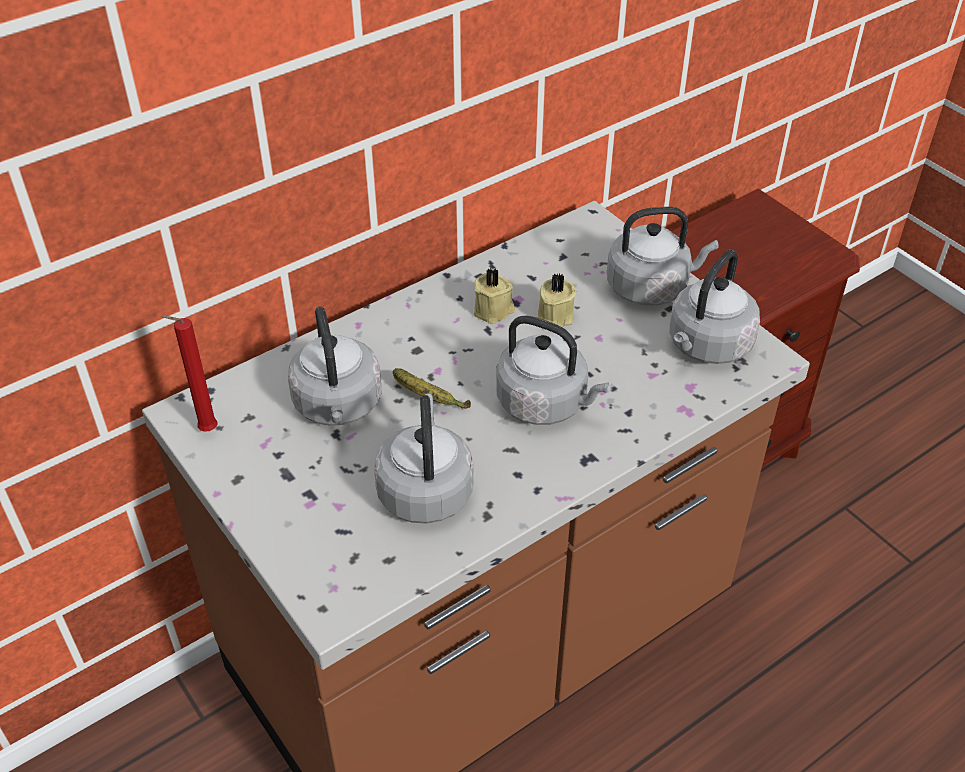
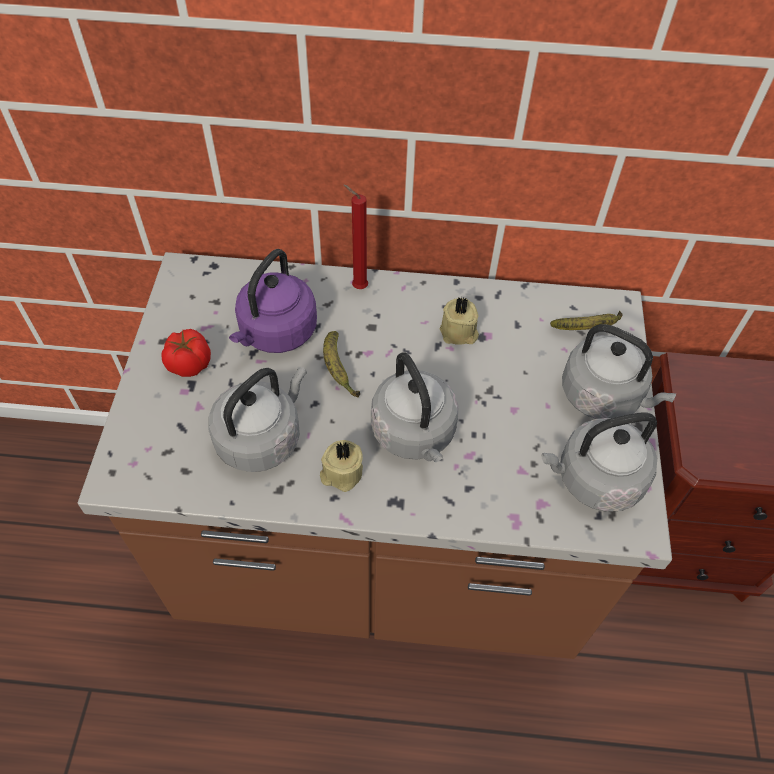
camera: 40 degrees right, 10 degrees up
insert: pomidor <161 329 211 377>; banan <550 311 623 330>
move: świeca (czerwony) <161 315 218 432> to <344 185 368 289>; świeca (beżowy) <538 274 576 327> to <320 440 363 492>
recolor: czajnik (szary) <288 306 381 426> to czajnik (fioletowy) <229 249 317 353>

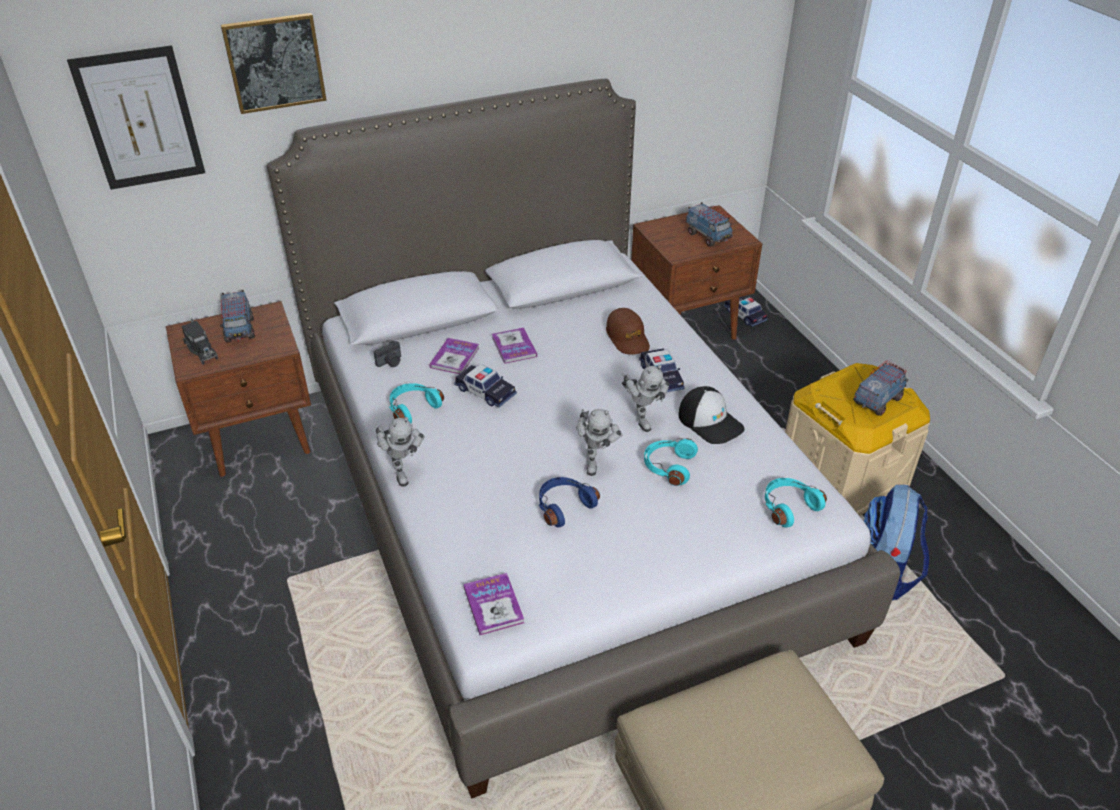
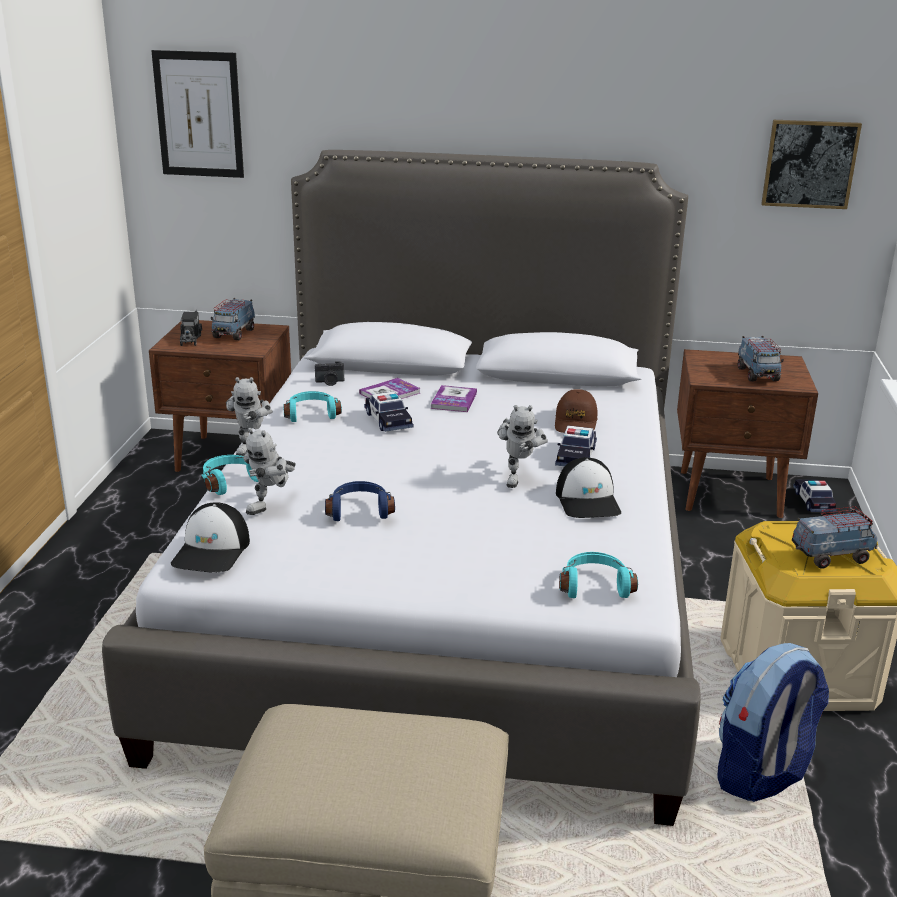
camera: 30 degrees right, 15 degrees down
move: obraz <221 13 327 114> to <761 120 862 209>; robot zabawkowy <576 409 623 476> to <243 428 296 515>; słuchawki (turkusowy) <644 438 698 486> to <201 455 259 495>
replace: książka <464 573 524 635> to czapka z daszkiem <171 502 250 573>

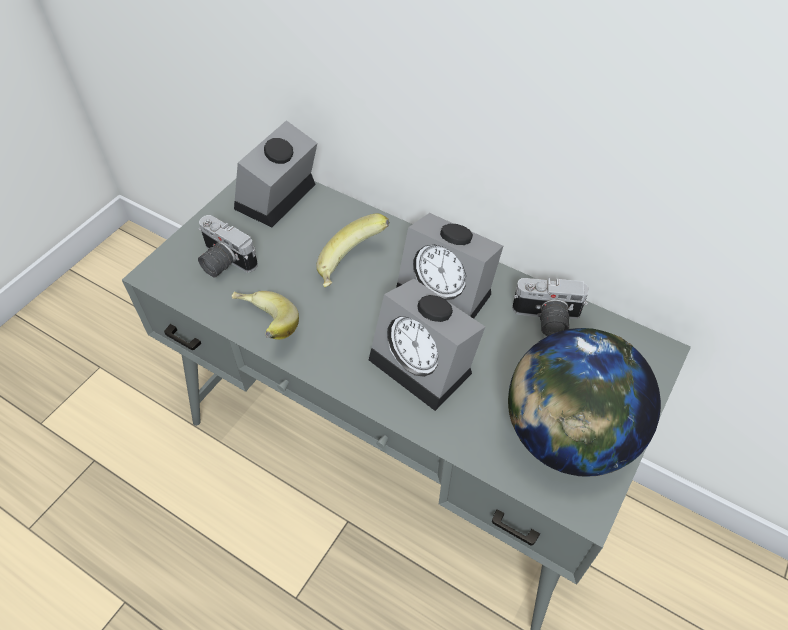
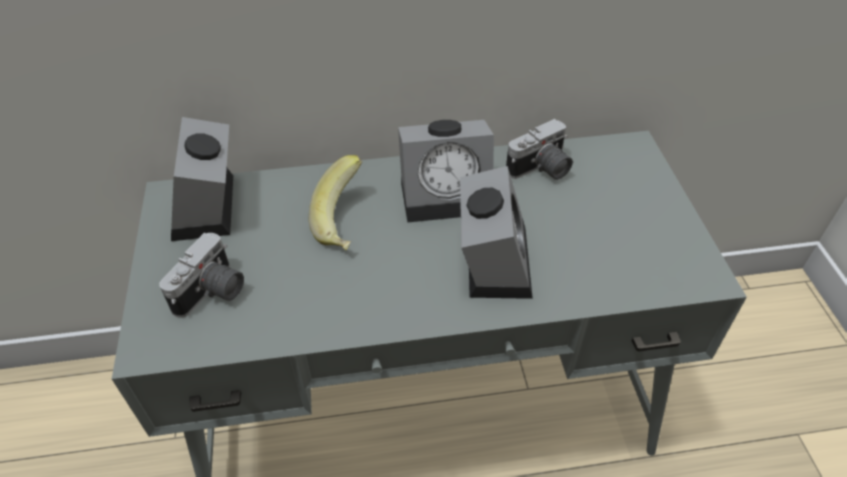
camera: 40 degrees left, 5 degrees down
delete: banan <232 291 299 340>; globus <508 328 661 477>
rotate: aparat fotograficzny <198 215 258 278> = <159 233 244 318> 60 degrees counterclockwise; budzik <369 279 485 411> = <460 166 533 299> 90 degrees counterclockwise

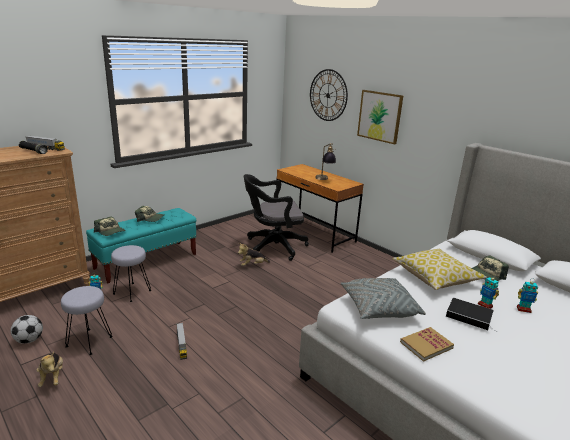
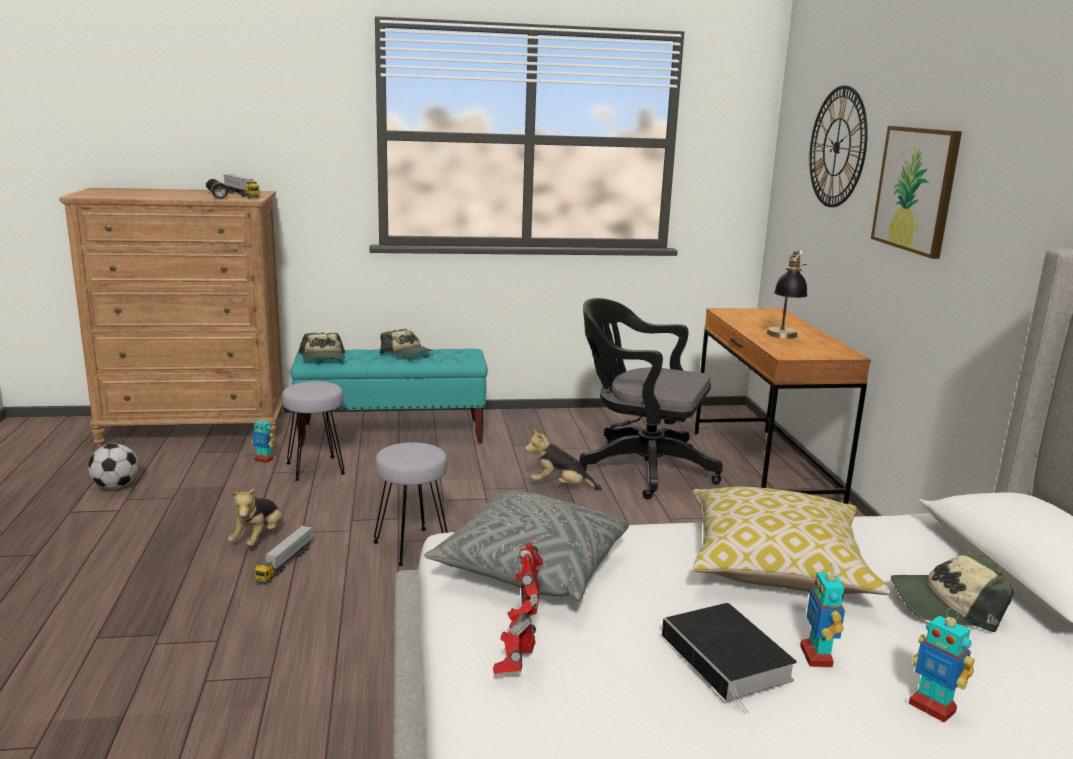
camera: 35 degrees right, 5 degrees down
move: pluszak <36 352 63 387> to <228 488 282 546>; stołek (szary) <61 286 113 355> to <373 442 448 566>
replace: książka <400 327 454 362> to robot zabawkowy <493 543 544 674>

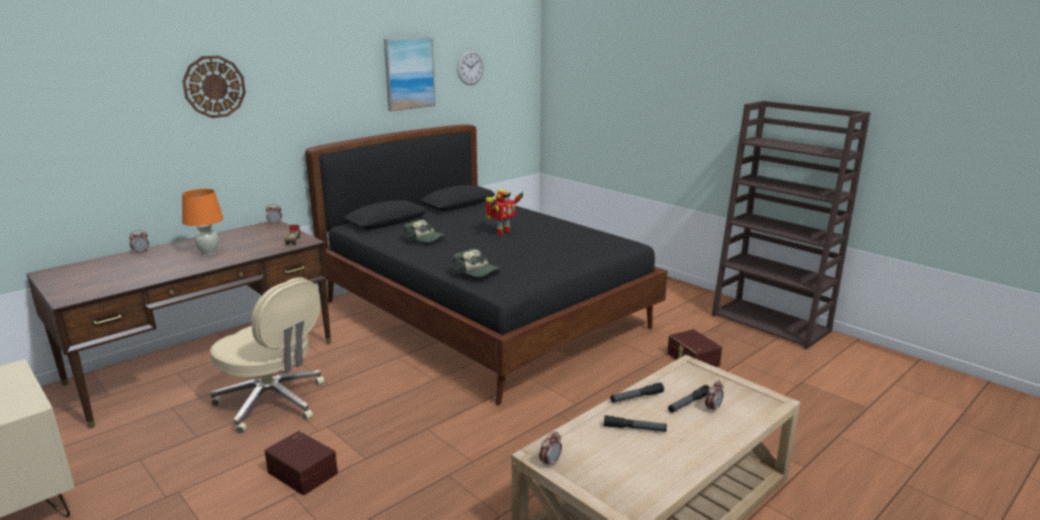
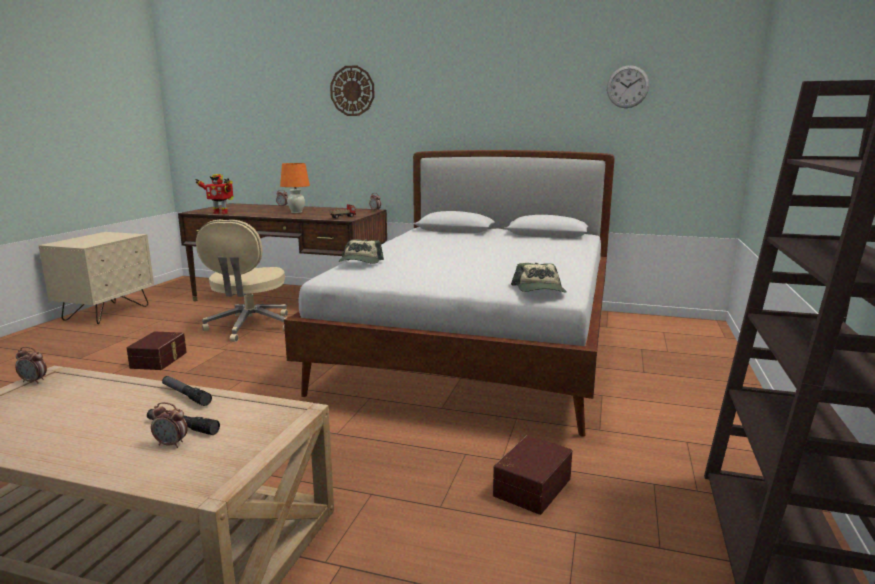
camera: 60 degrees right, 5 degrees down
delete: obraz <384 37 435 111>; latarka <604 415 667 432>
move: czapka z daszkiem <404 220 446 242> to <511 263 567 293>; robot zabawkowy <486 190 523 235> to <195 174 234 214>
recolor: łóżko (czarny) <305 124 668 405> to łóżko (biały) <284 150 615 437>

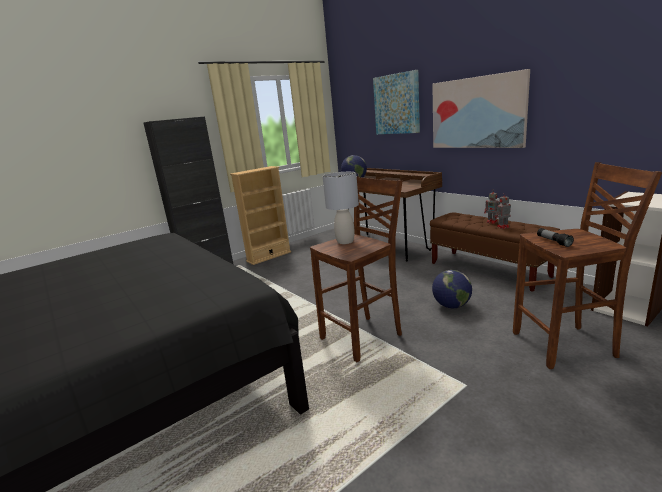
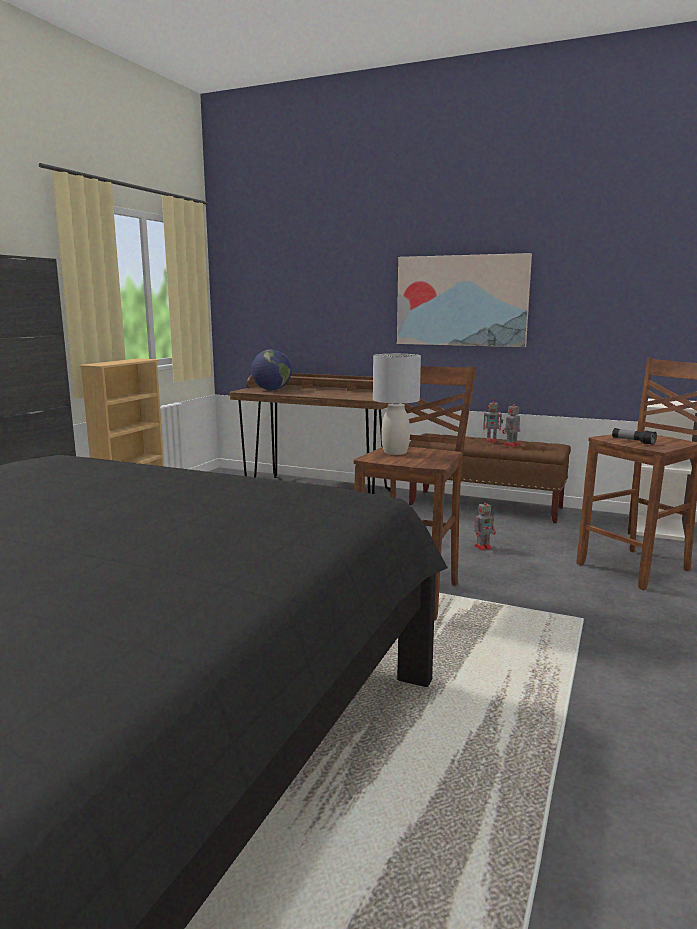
camera: 30 degrees left, 5 degrees down
delete: obraz <373 70 420 134>
replace: globus <432 270 472 308> to robot zabawkowy <474 498 496 551>

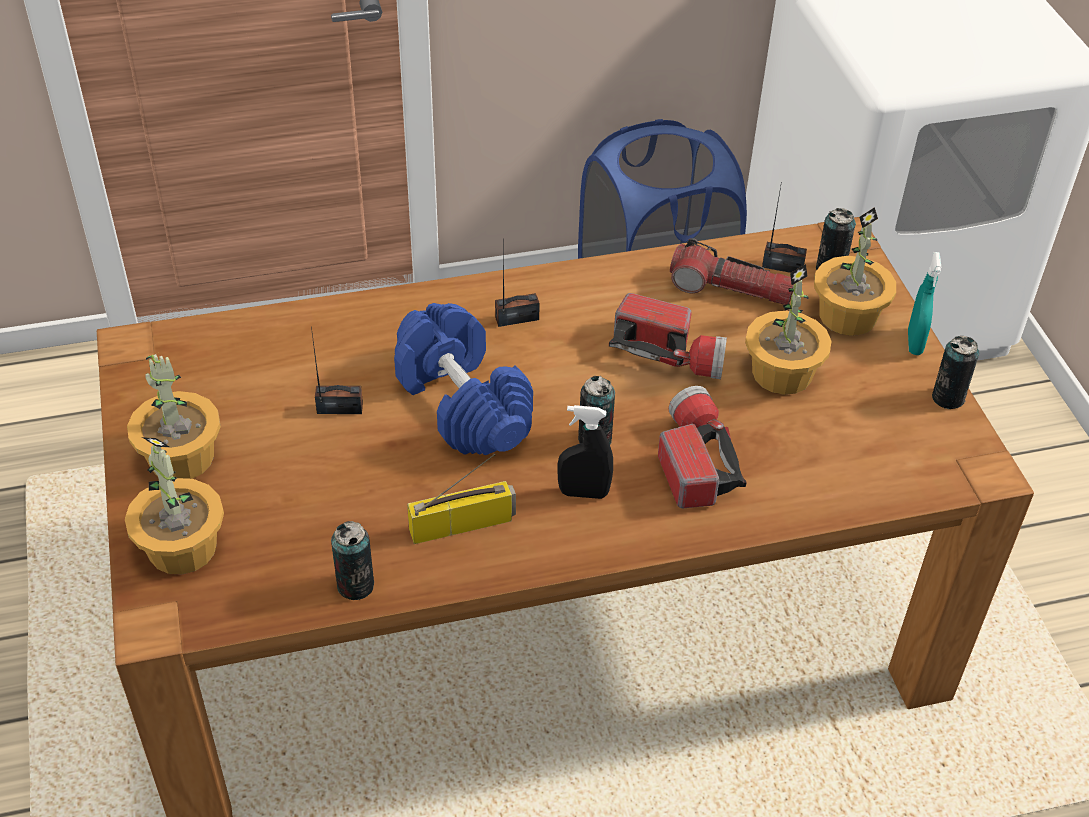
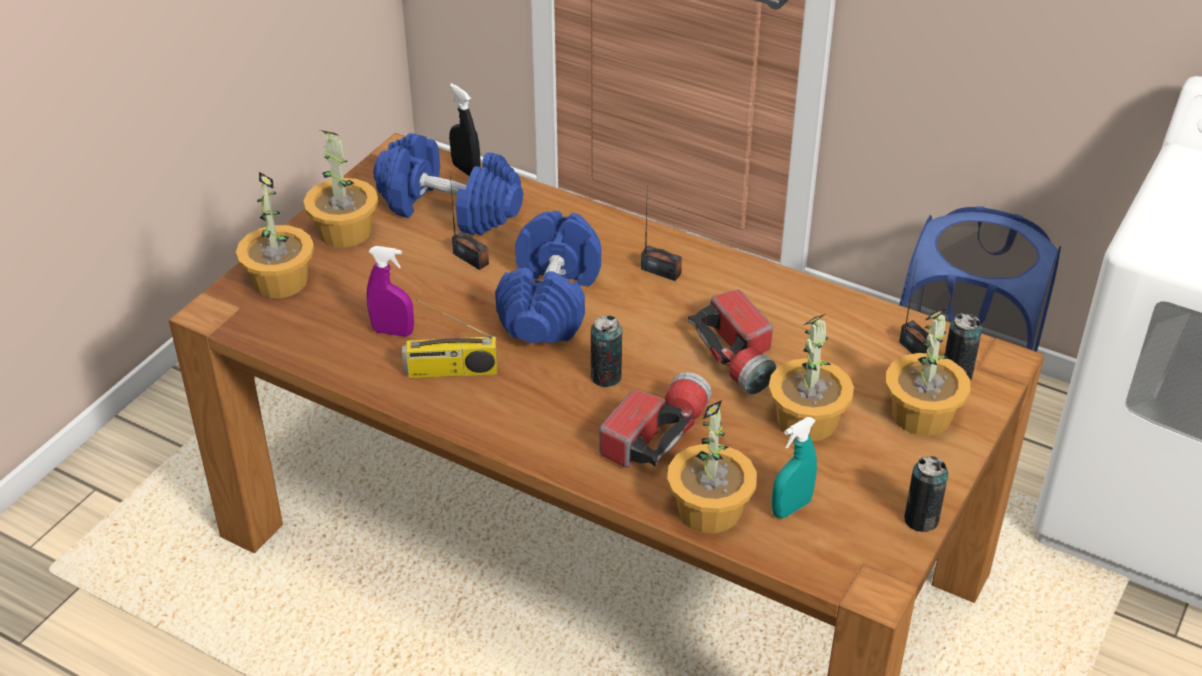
camera: 45 degrees right, 5 degrees down
delete: puszka <331 521 374 600>; latarka <670 238 794 305>
insert: spryskiwacz (fioletowy) <367 246 414 337>; hantel (niebieski) <373 133 523 235>; roślina doniczkowa <667 400 757 533>
move: spryskiwacz (czarny) <558 405 613 499> to <449 83 481 176>; spryskiwacz (turkusowy) <908 252 941 355> to <772 417 817 518>
rotate: radio <407 454 516 544> = <402 299 498 378> 150 degrees clockwise

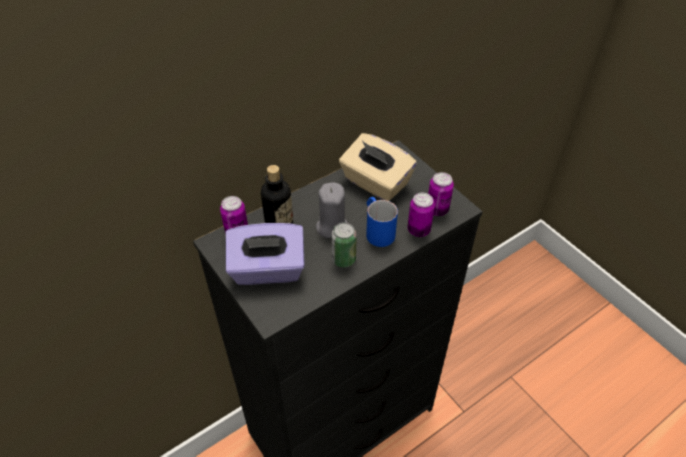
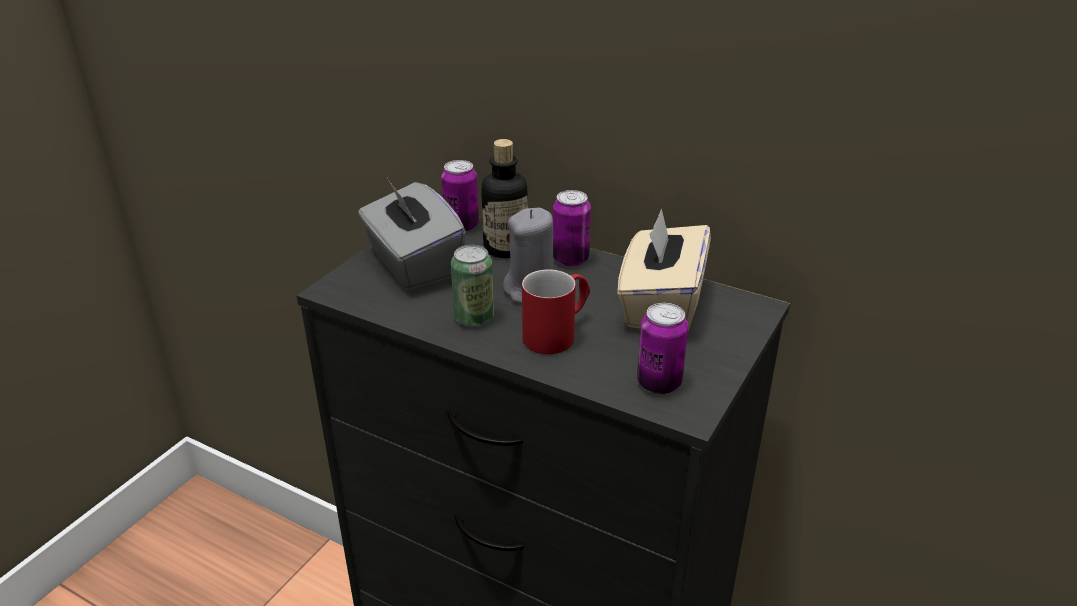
camera: 65 degrees right, 15 degrees down
move: puszka <407 193 435 237> to <553 190 591 267>
recolor: pudełko chusteczek (fioletowy) <226 223 305 285> to pudełko chusteczek (szary) <358 178 466 290>; kubek (niebieski) <366 197 398 247> to kubek (czerwony) <522 269 590 354>

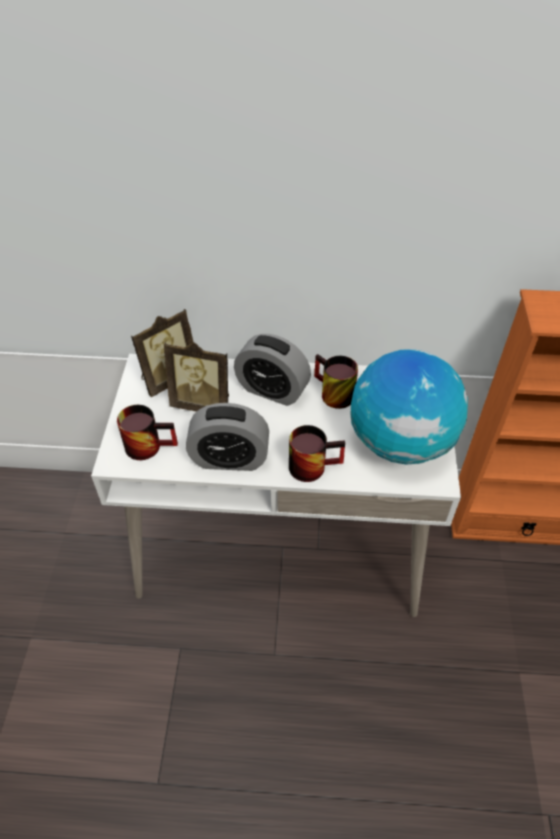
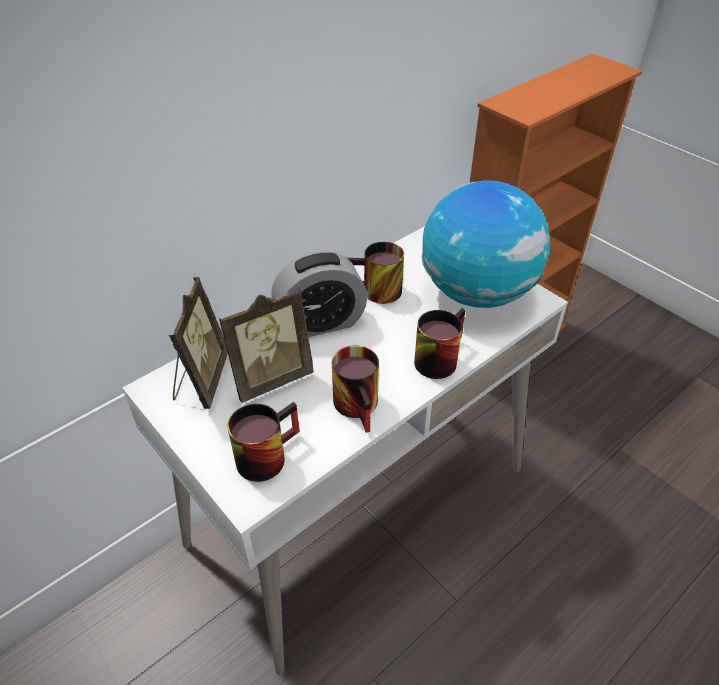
camera: 45 degrees left, 5 degrees down
replace: budzik <186 403 269 471> to kubek <332 345 379 433>

